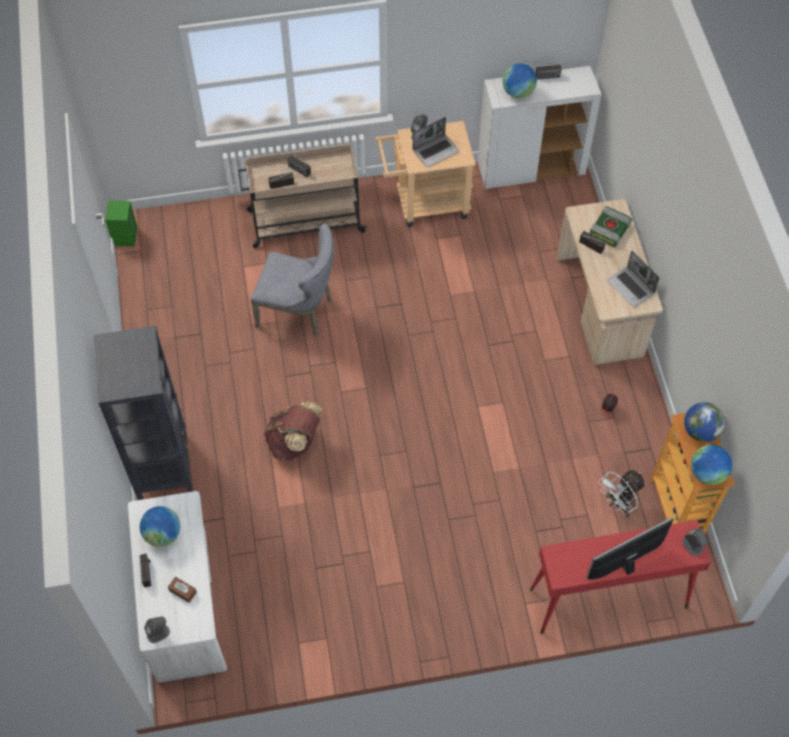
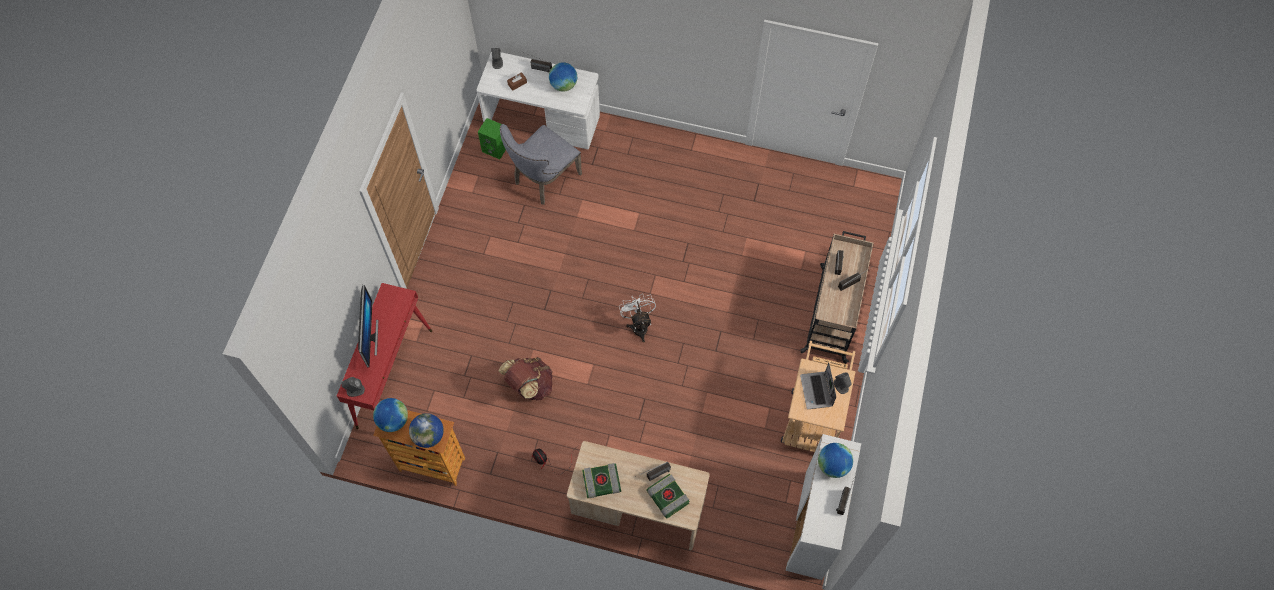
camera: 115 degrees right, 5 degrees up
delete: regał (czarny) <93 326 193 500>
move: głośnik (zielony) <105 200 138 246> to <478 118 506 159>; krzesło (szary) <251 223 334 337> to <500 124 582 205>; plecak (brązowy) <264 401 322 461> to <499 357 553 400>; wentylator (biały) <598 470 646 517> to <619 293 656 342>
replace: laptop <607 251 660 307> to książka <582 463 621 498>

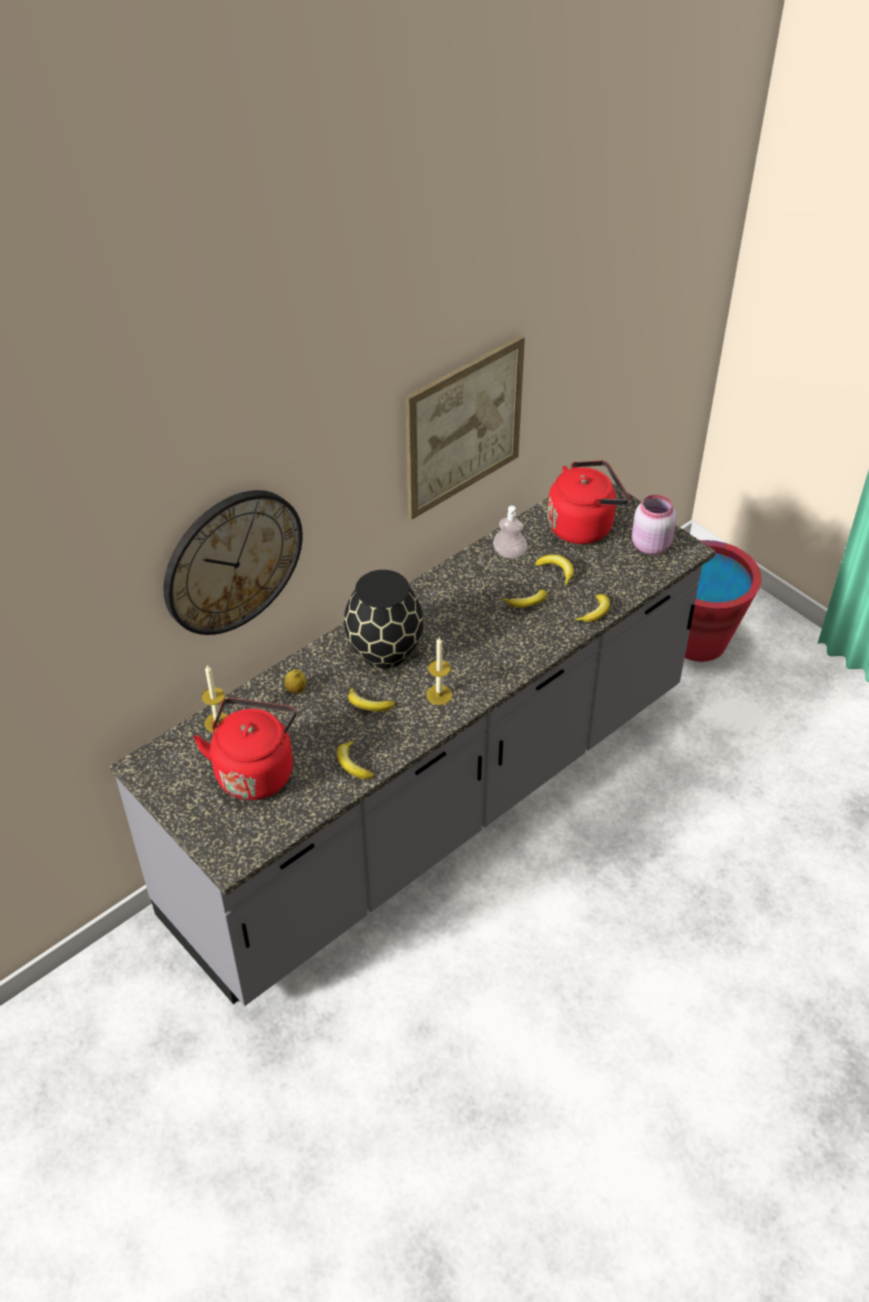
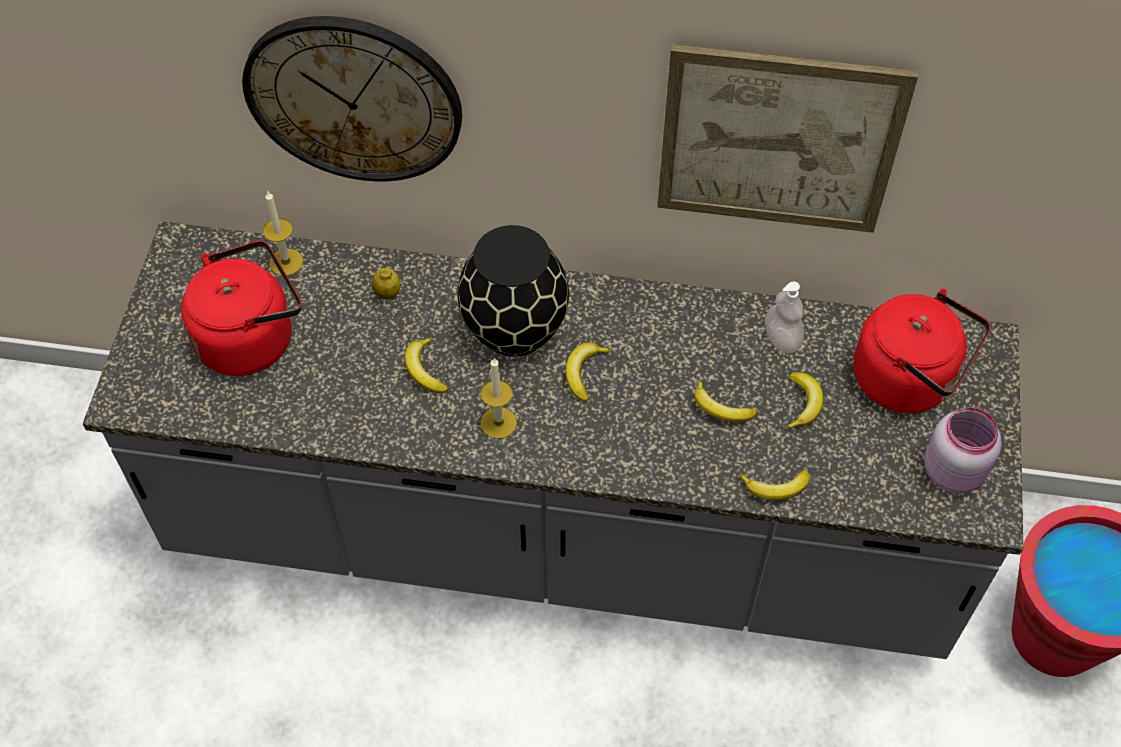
camera: 50 degrees right, 10 degrees up
move: banan <337 740 374 779> to <565 342 612 402>

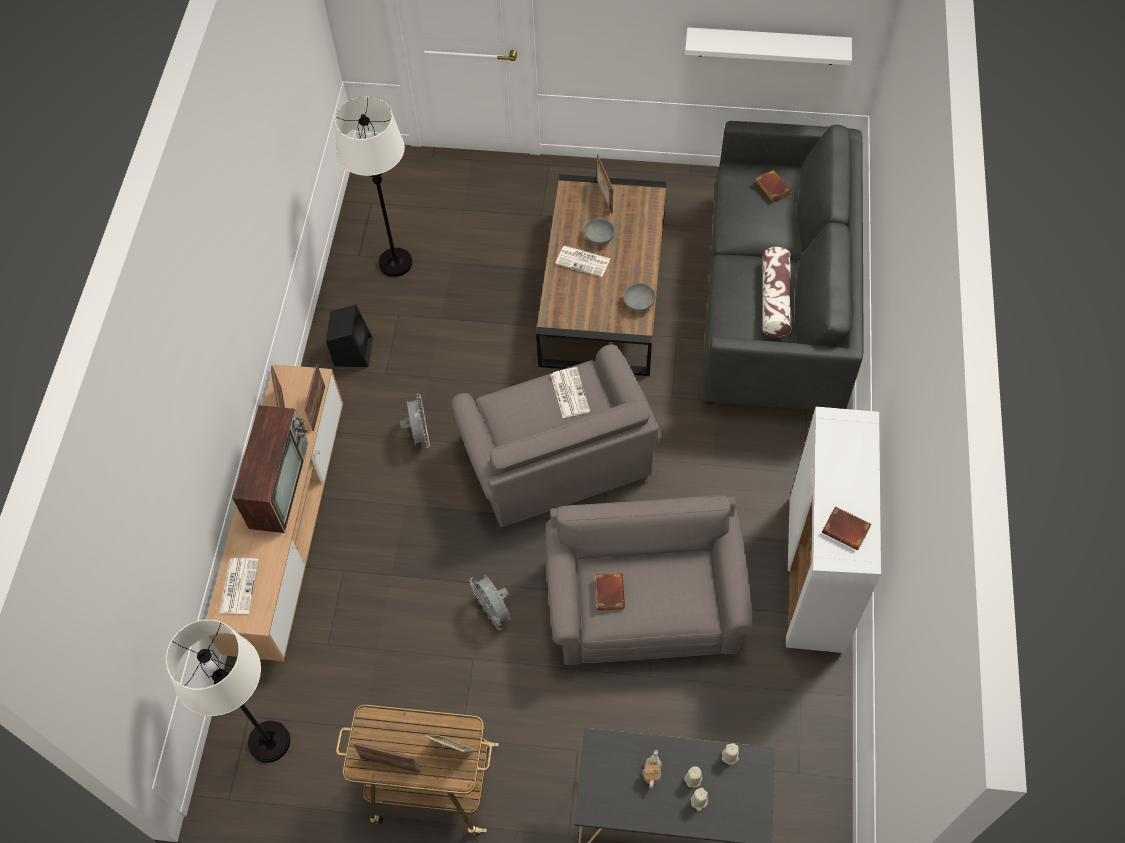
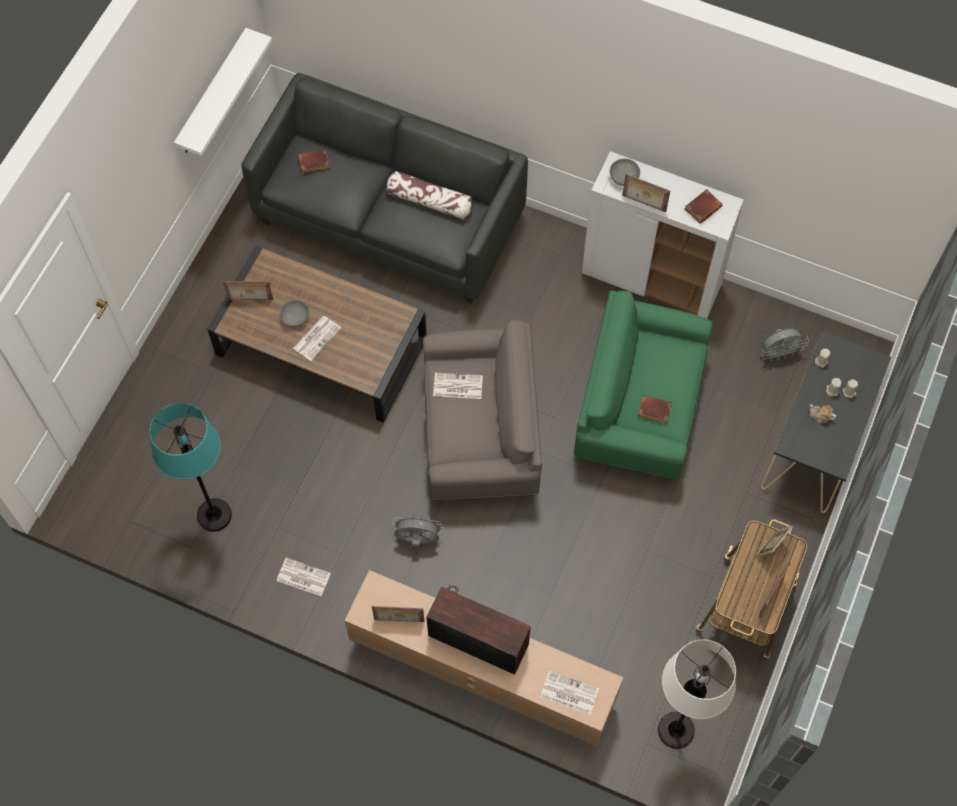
camera: 75 degrees left, 5 degrees up
move: ramka na zdjęcie <304 364 325 431> to <622 174 670 212>; wentylator (szary) <470 575 511 630> to <761 327 809 361>; miska (szary) <623 283 656 311> to <610 158 640 186>
replace: głośnik (czarny) <326 304 373 367> to gazeta <277 558 331 596>
recolor: lampa stojąca (biały) <335 97 413 277> to lampa stojąca (turkusowy) <149 403 232 532>; fotel (szary) <545 495 753 665> to fotel (zielony) <574 290 712 479>

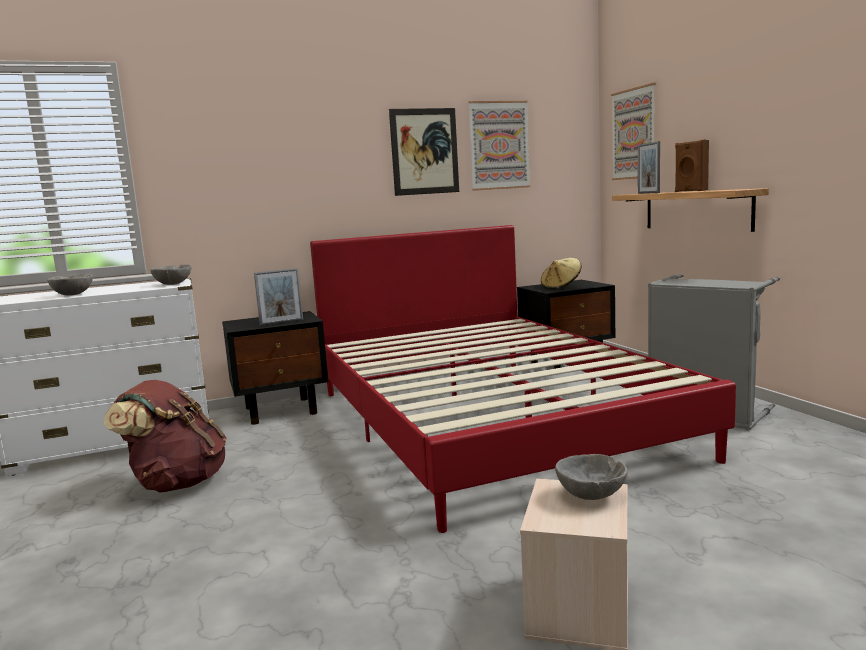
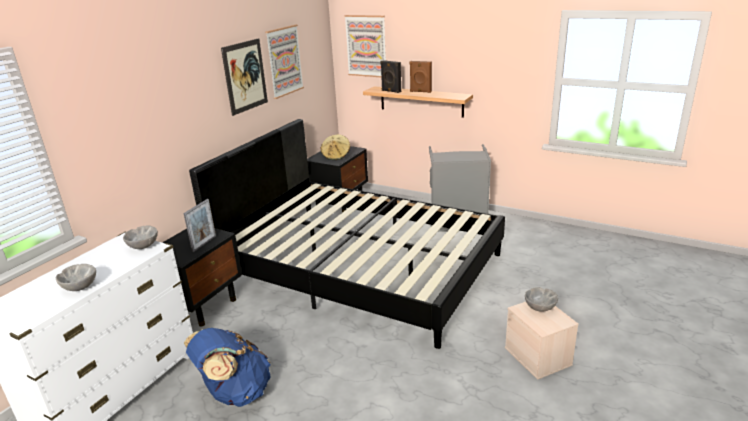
camera: 40 degrees left, 15 degrees up
replace: ramka na zdjęcie <638 141 660 194> to głośnik (czarny) <381 60 401 93>
recolor: plecak (brązowy) <104 380 226 493> to plecak (niebieski) <184 328 271 407>; łóżko (czerwony) <310 225 736 533> to łóżko (czarny) <189 119 505 349>

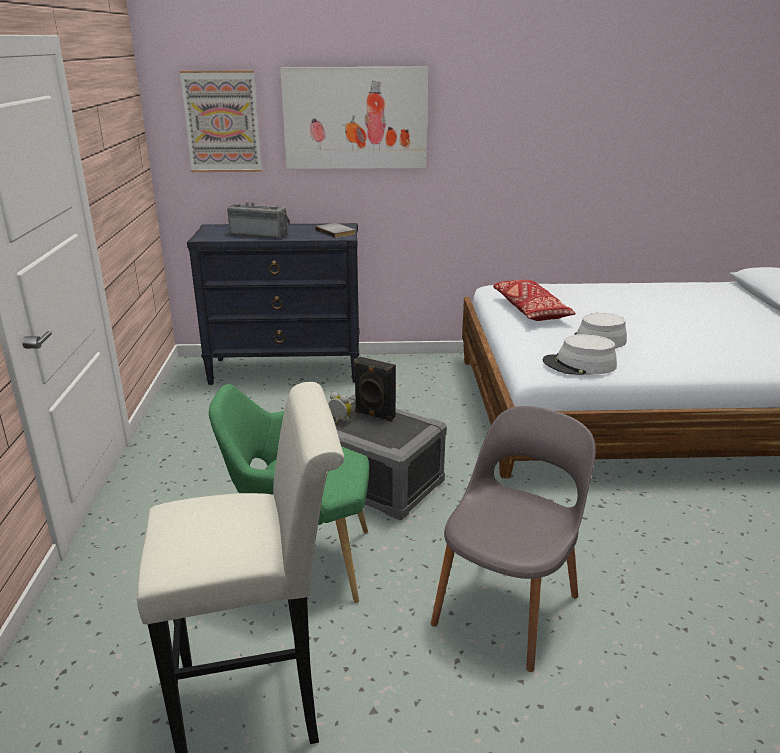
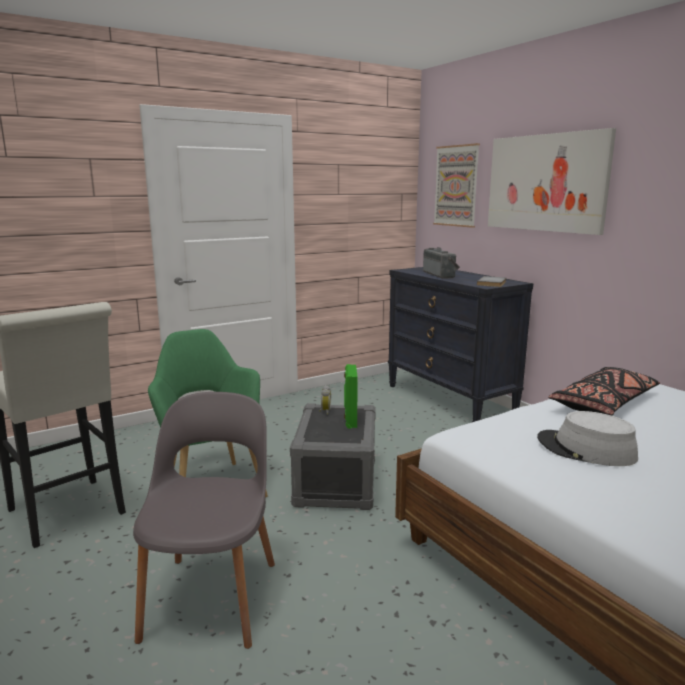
camera: 60 degrees right, 10 degrees down
delete: kapelusz (szary) <542 334 617 375>
recolor: głośnik (czarny) <354 356 396 421> to głośnik (zielony) <344 364 358 429>; poduszka (czerwony) <493 280 576 321> to poduszka (czarny) <548 367 660 416>
rotate: krzesło (szary) <431 406 596 672> = <133 392 275 649> 90 degrees counterclockwise

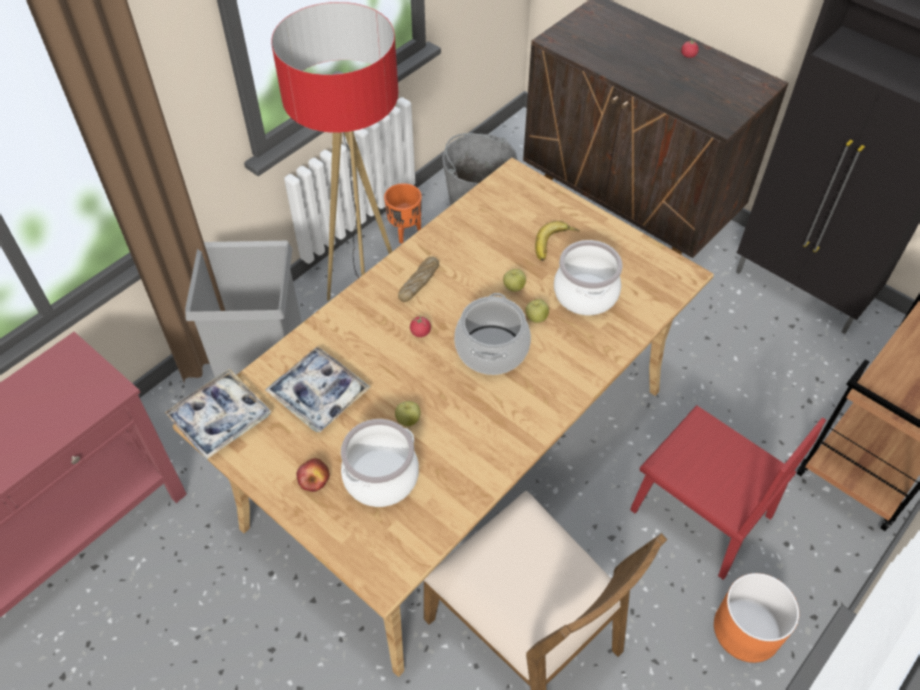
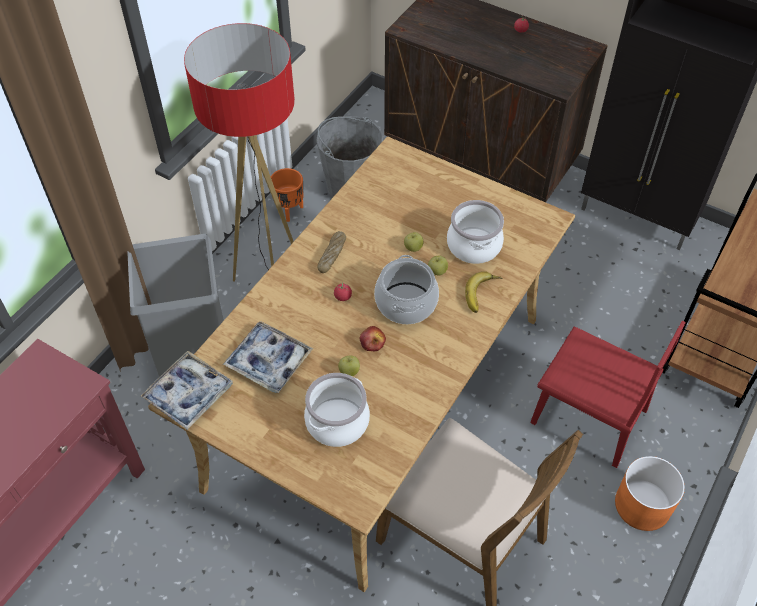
camera: 10 degrees left, 0 degrees up
move: jabłko <296 458 330 492> to <360 326 386 352>; banan <535 221 580 261> to <465 271 503 313>

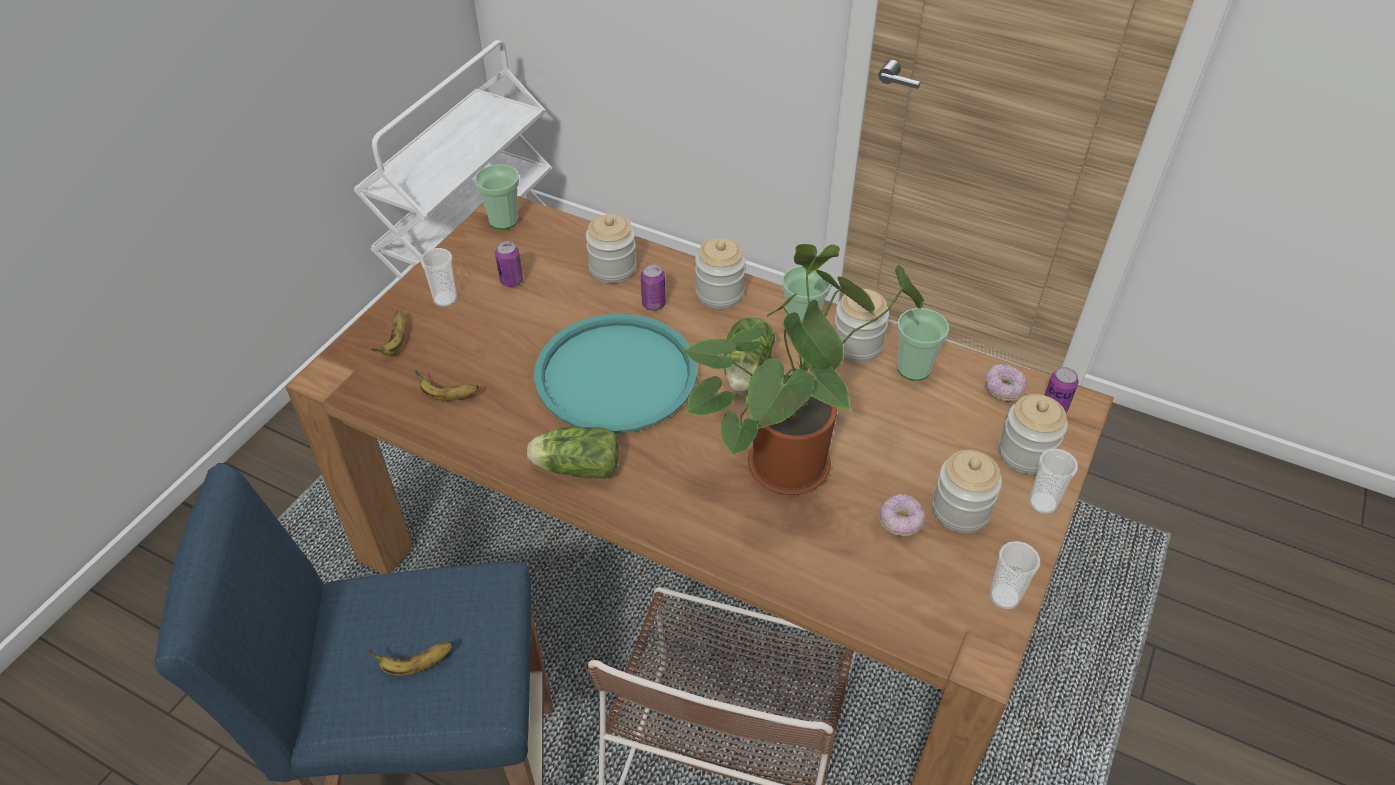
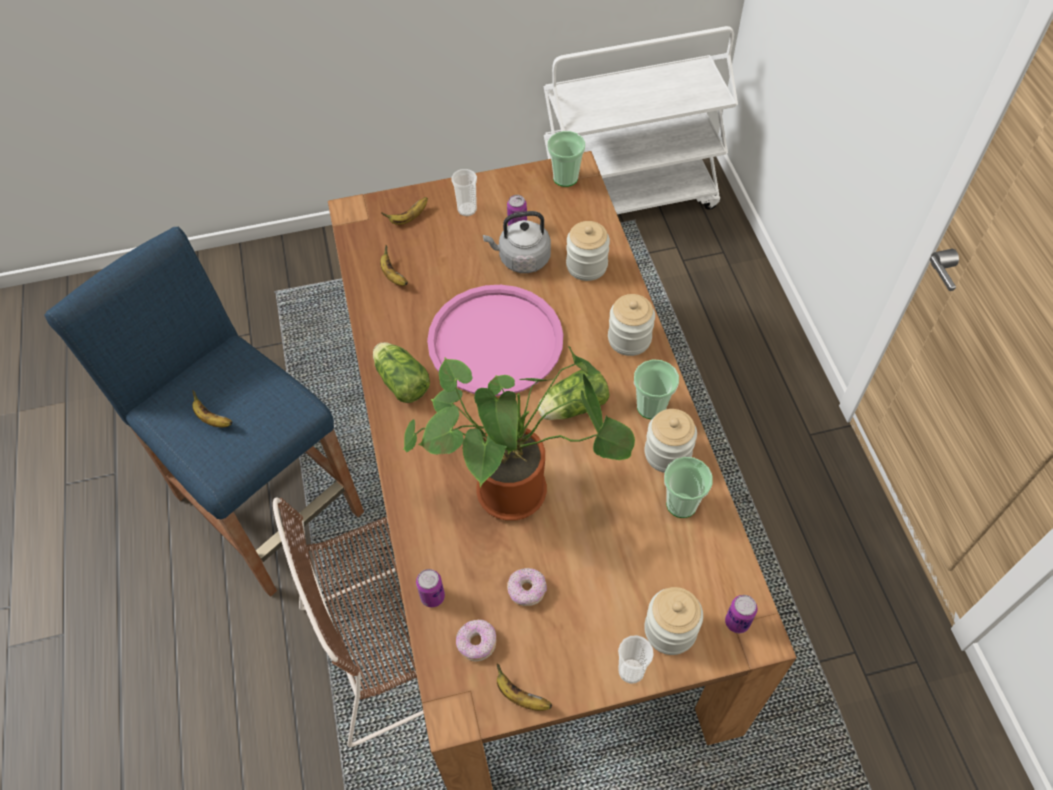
camera: 50 degrees right, 10 degrees up
delete: słoik <932 450 1002 533>
insert: czajnik (szary) <483 211 551 273>
move: puszka <641 264 666 311> to <416 569 445 607>; donut <985 364 1027 401> to <456 619 496 662>
replace: filiżanka <990 541 1041 609> to banan <496 663 552 711>
recolor: taca (turkusowy) <534 313 698 434> to taca (różowy) <427 285 563 396>

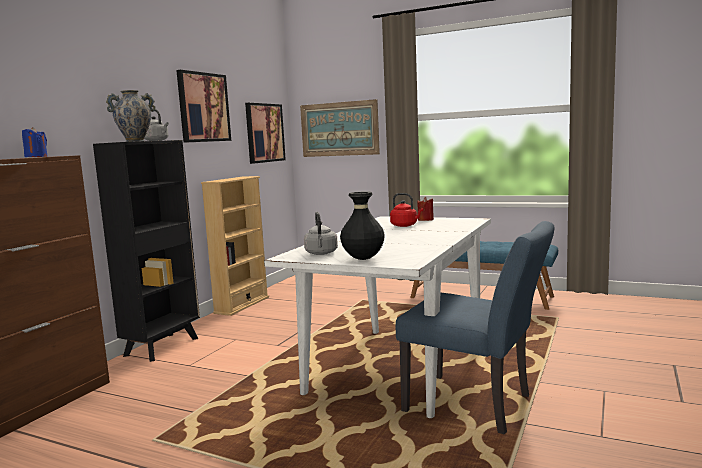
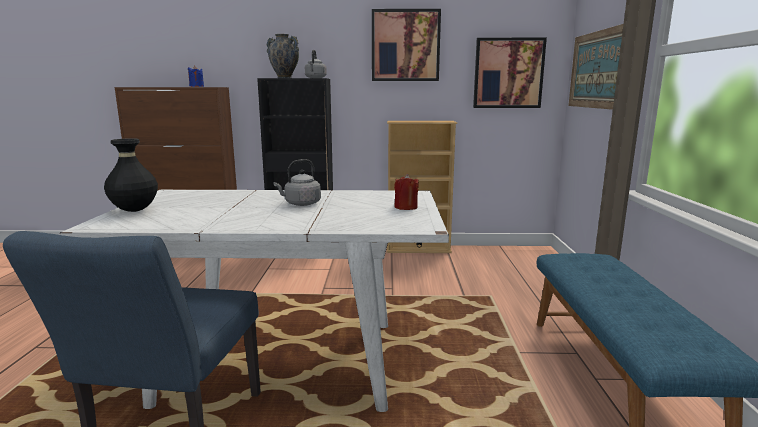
camera: 65 degrees right, 5 degrees up
delete: czajnik (czerwony) <390 193 423 227>
move: czajnik (szary) <304 212 338 255> to <274 159 321 206>

